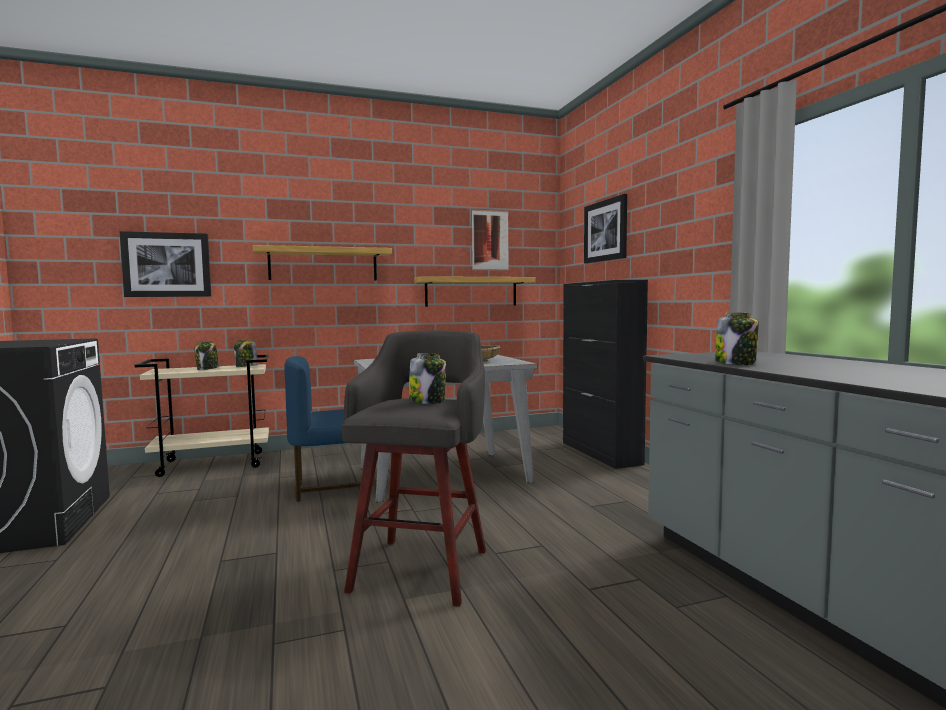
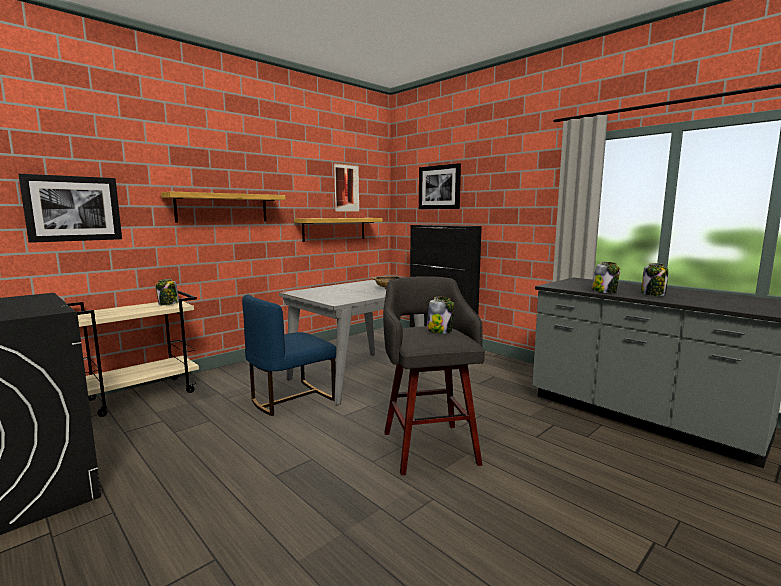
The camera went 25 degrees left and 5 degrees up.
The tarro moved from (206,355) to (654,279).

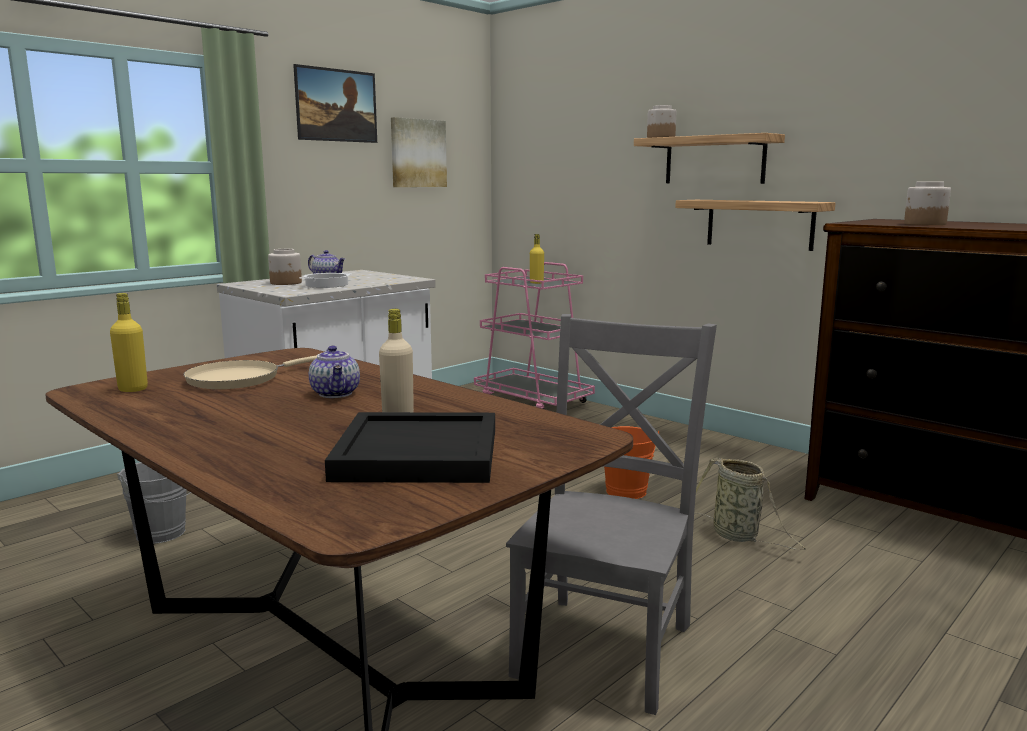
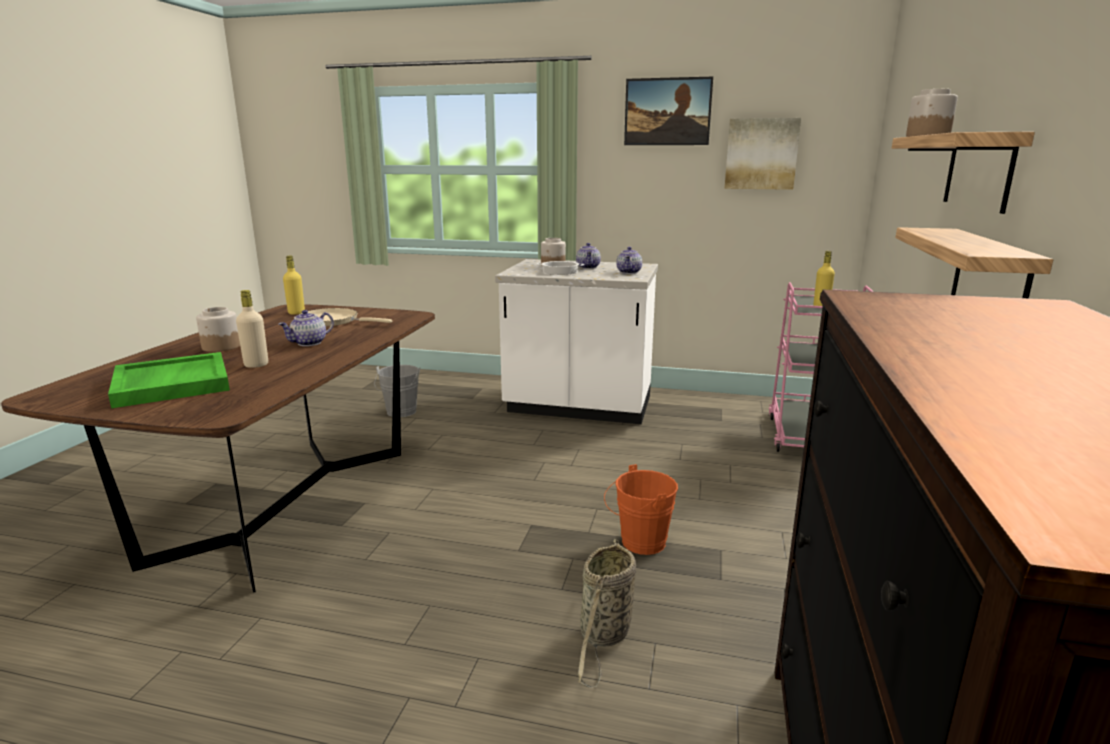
The camera went 60 degrees right and 5 degrees up.
The tarro moved from (927,203) to (218,329).
The silla [gris] at (611,514) disappeared.
The bandeja [negro] at (410,447) became the bandeja [verde] at (169,380).
The tetera at (629,260) appeared.

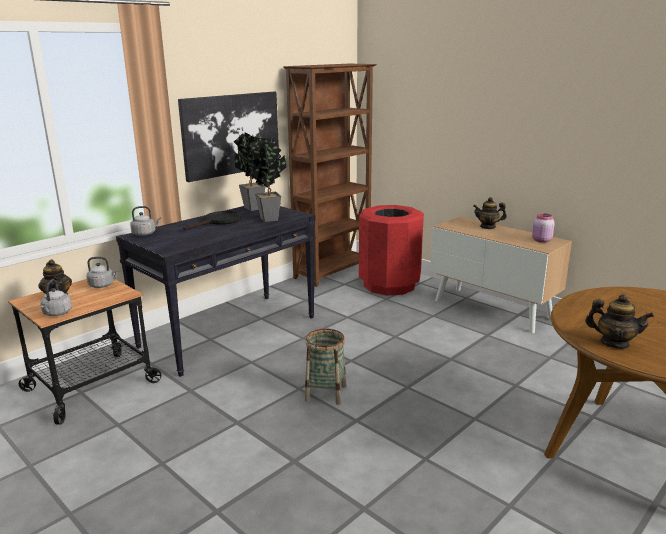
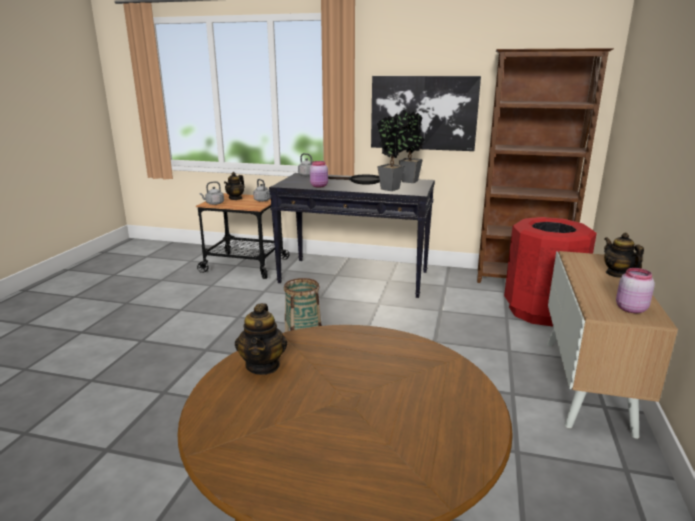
The camera went 60 degrees right and 0 degrees up.
The tarro [rosa] at (319,174) appeared.

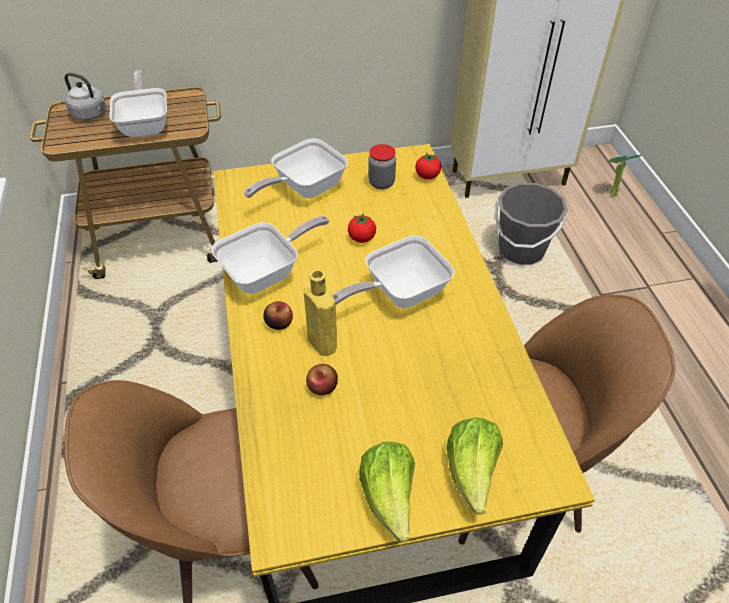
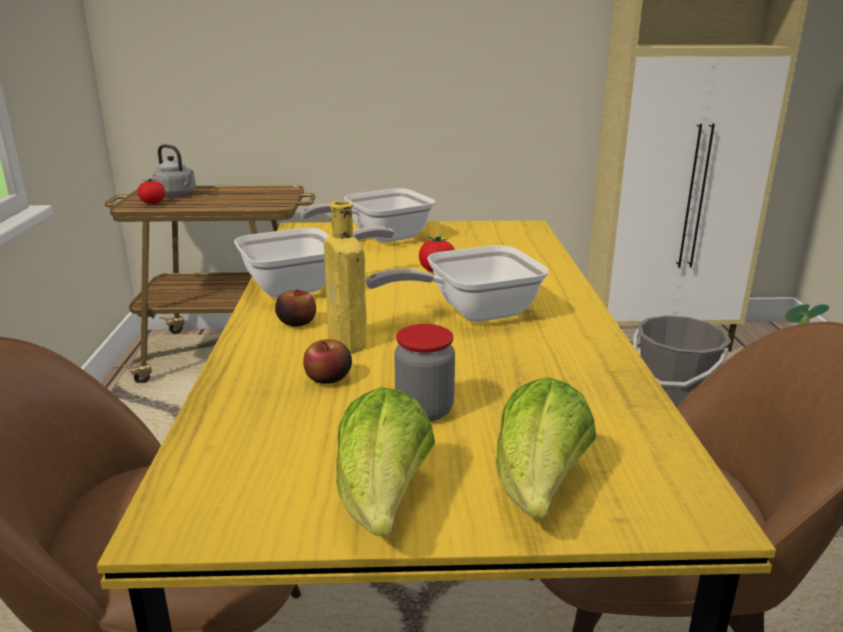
The camera went 10 degrees right and 25 degrees down.
The sartén at (138,103) disappeared.
The tarro moved from (382,167) to (424,373).
The tomate moved from (428,165) to (151,191).

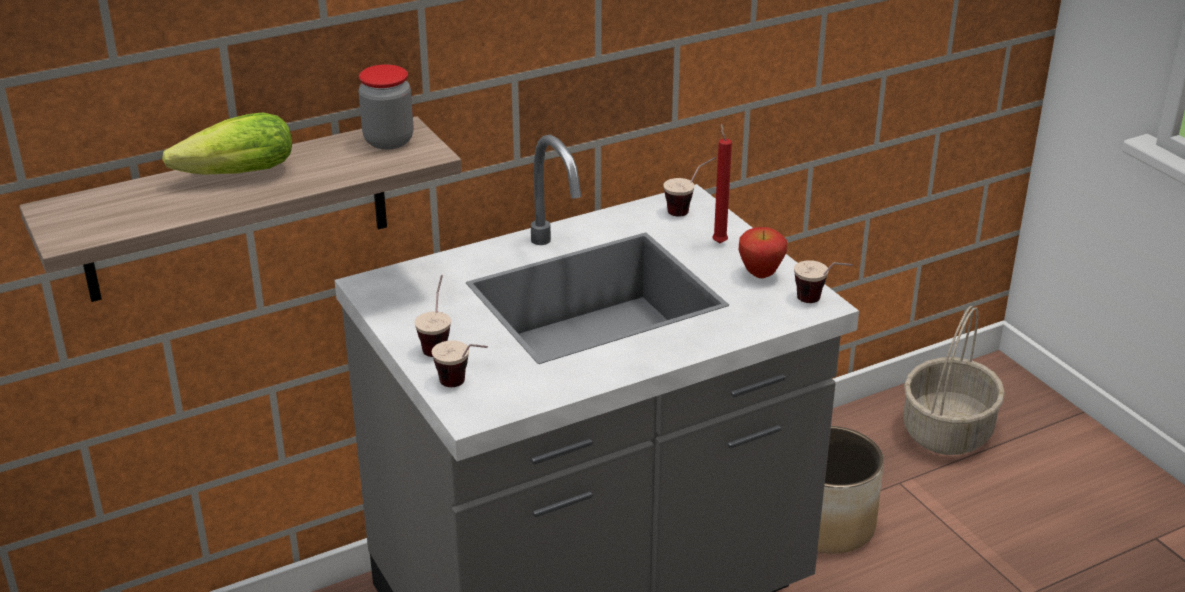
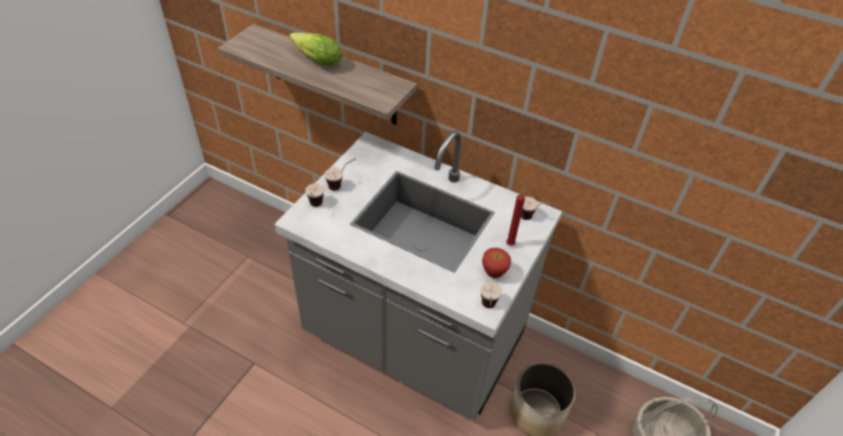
The camera went 55 degrees right and 15 degrees up.
The tarro at (386,107) disappeared.

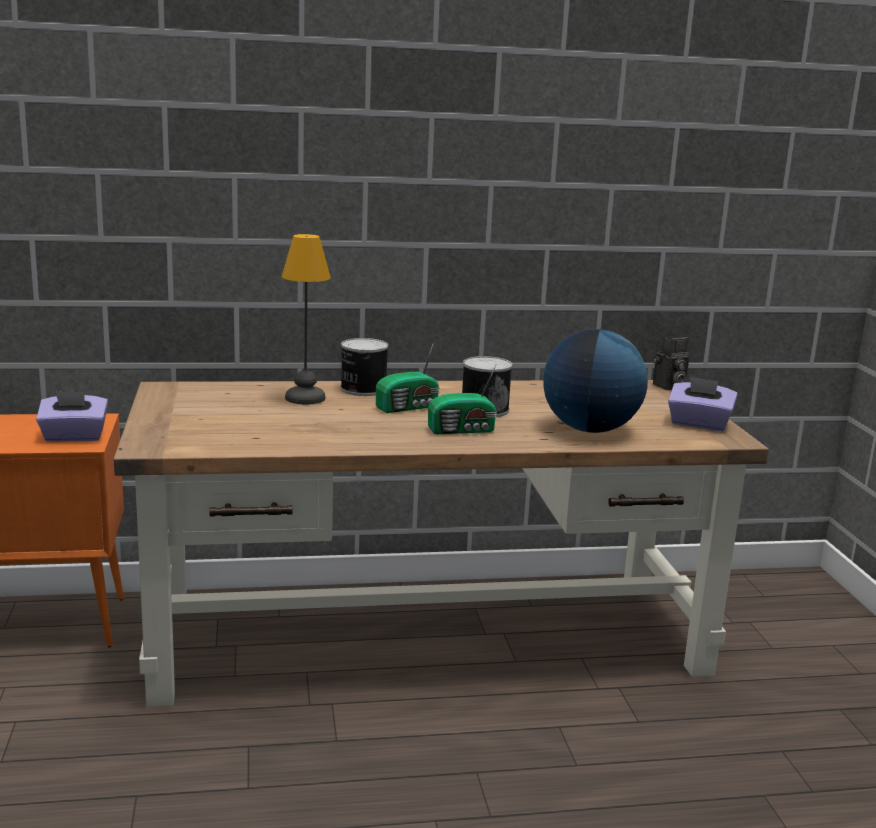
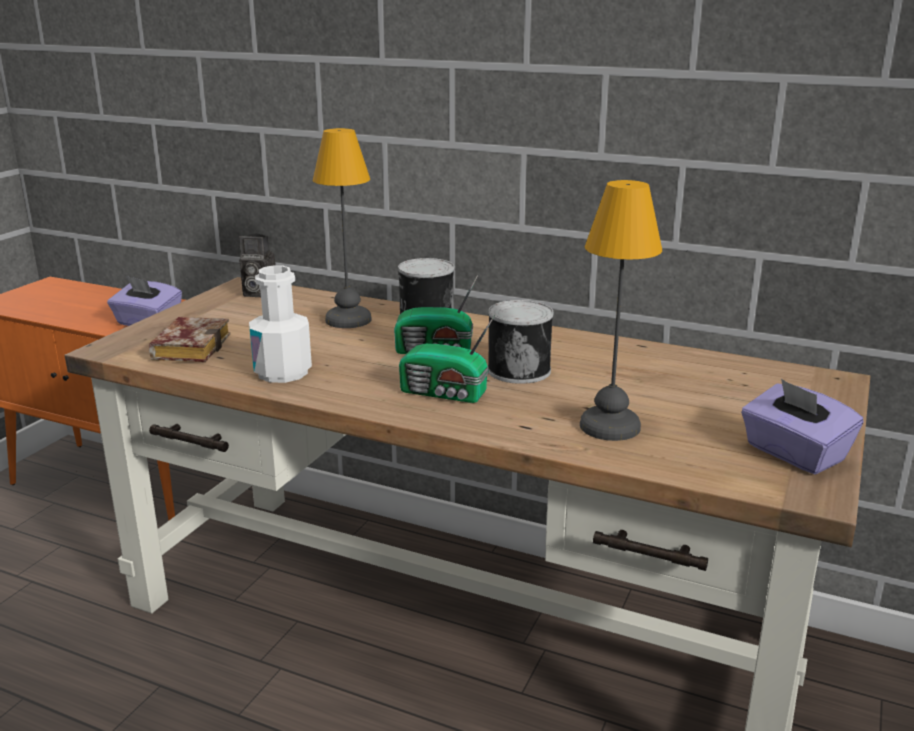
The camera went 35 degrees right and 5 degrees up.
The globo terráqueo at (596,381) was replaced by the lámpara de mesa at (621,310).
The cámara moved from (671,362) to (257,265).
The botella [blanco] at (280,324) appeared.
The libro at (189,339) appeared.

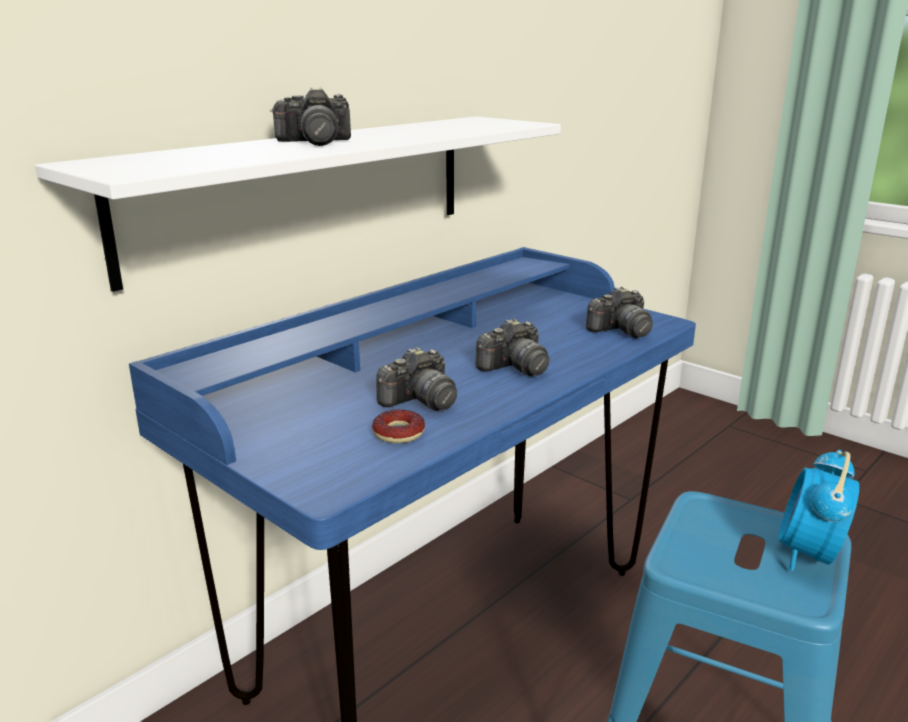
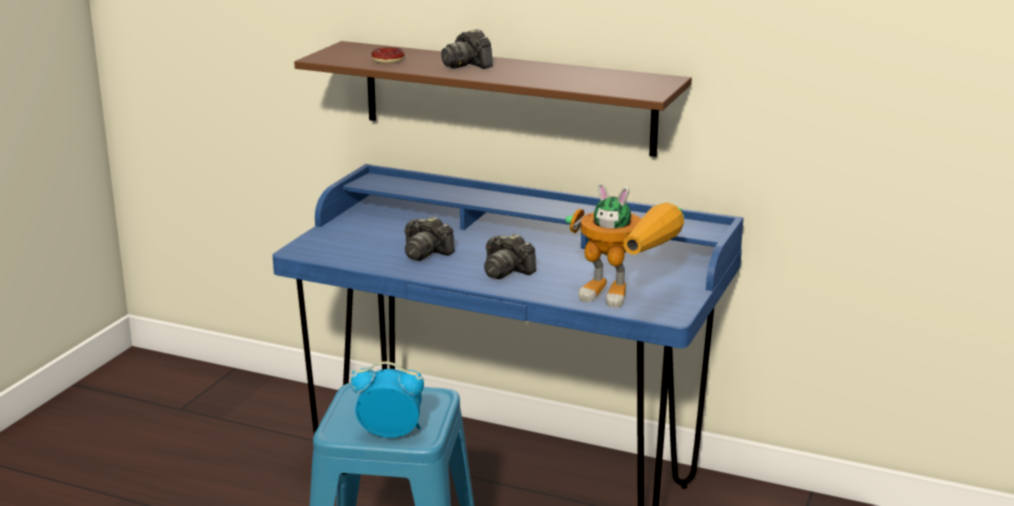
The camera went 70 degrees right and 0 degrees up.
The estante [blanco] at (298,204) became the estante [marrón] at (493,99).
The cámara at (619,312) was replaced by the robot de juguete at (624,245).
The rosquilla moved from (398,426) to (388,55).

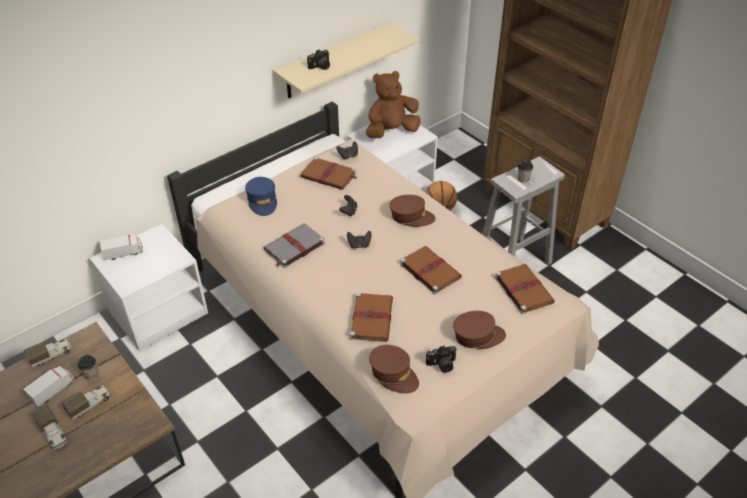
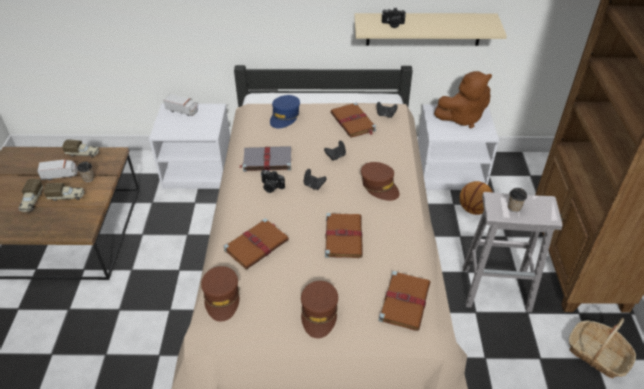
The camera went 40 degrees right and 0 degrees up.
The peluche [marrón] at (393,104) turned 150 degrees clockwise.
The gorra [marrón] at (479,330) turned 60 degrees clockwise.
The cámara moved from (441,359) to (272,181).
The cesta at (602,348) appeared.

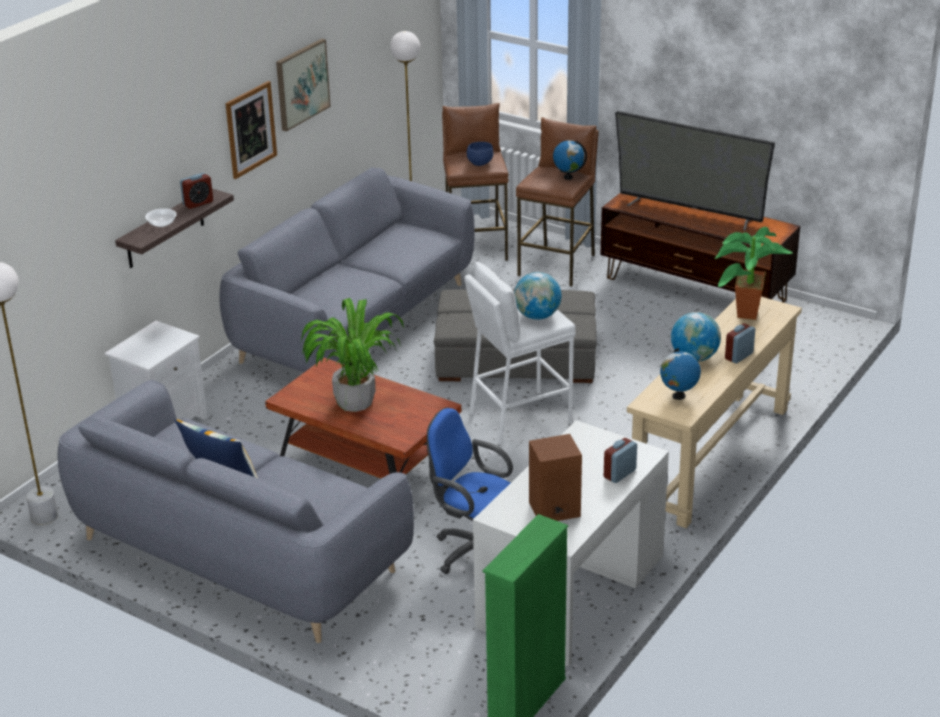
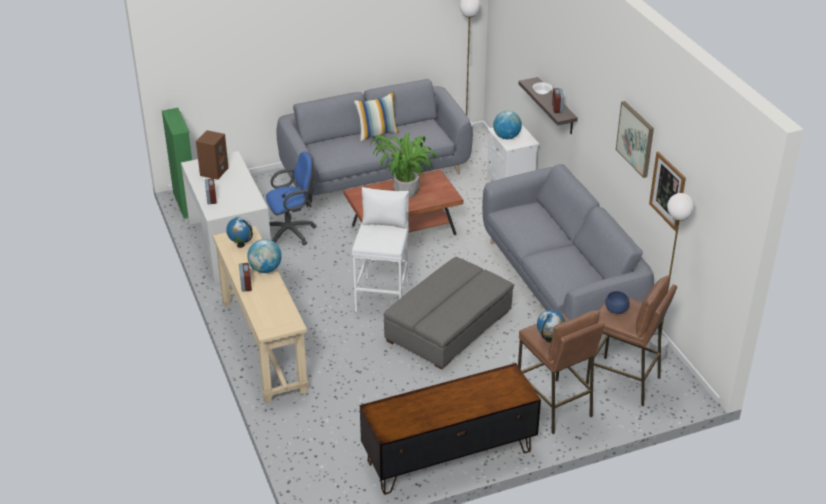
The camera went 125 degrees right and 5 degrees up.
The cuadro moved from (251,130) to (667,191).
The televisor at (695,171) disappeared.
The planta en maceta at (753,273) disappeared.
The globo terráqueo moved from (537,296) to (507,125).

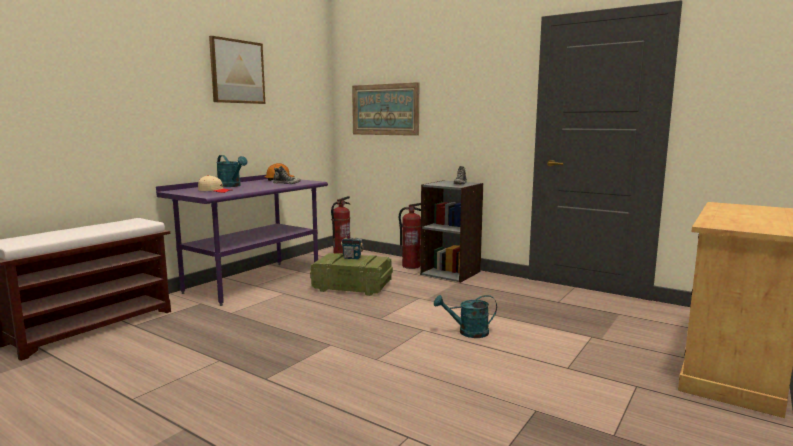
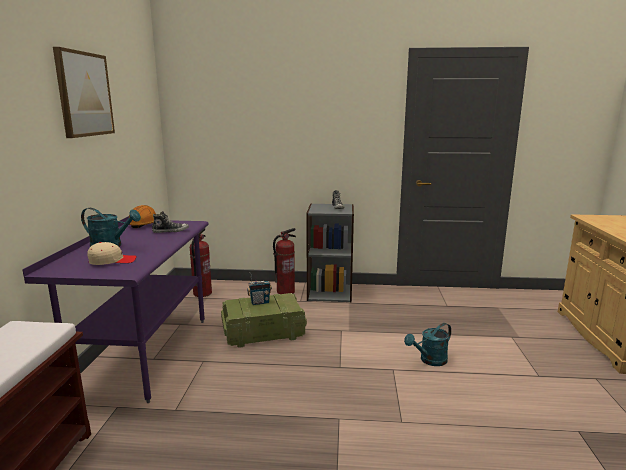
The camera went 30 degrees left and 5 degrees up.
The cuadro at (385,109) disappeared.

